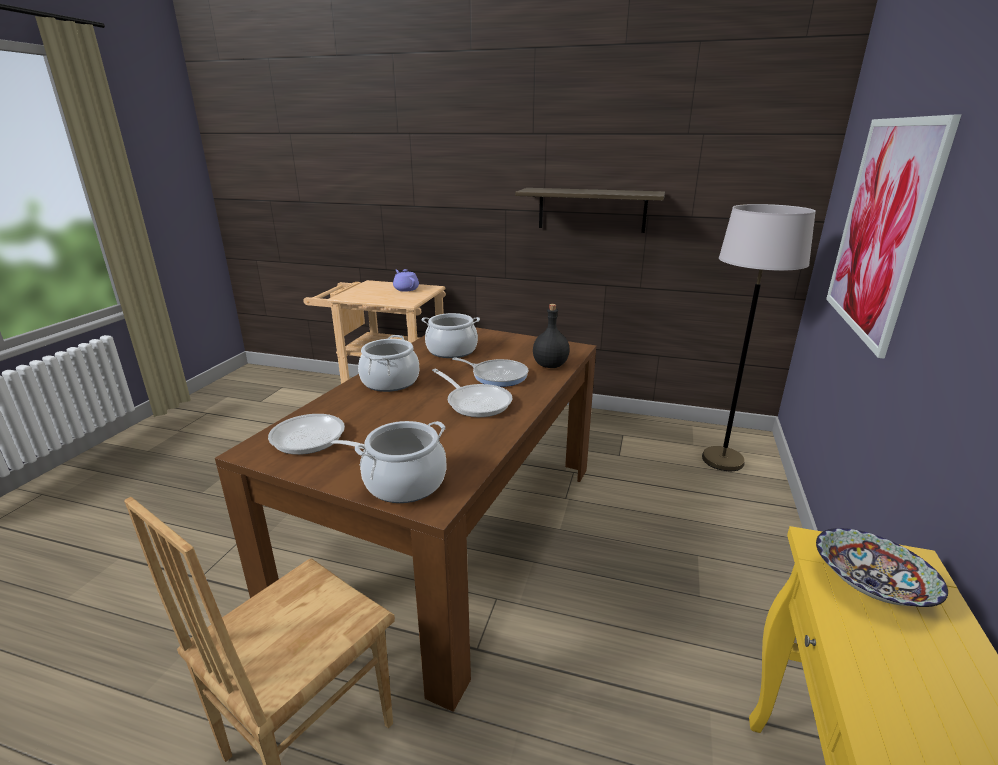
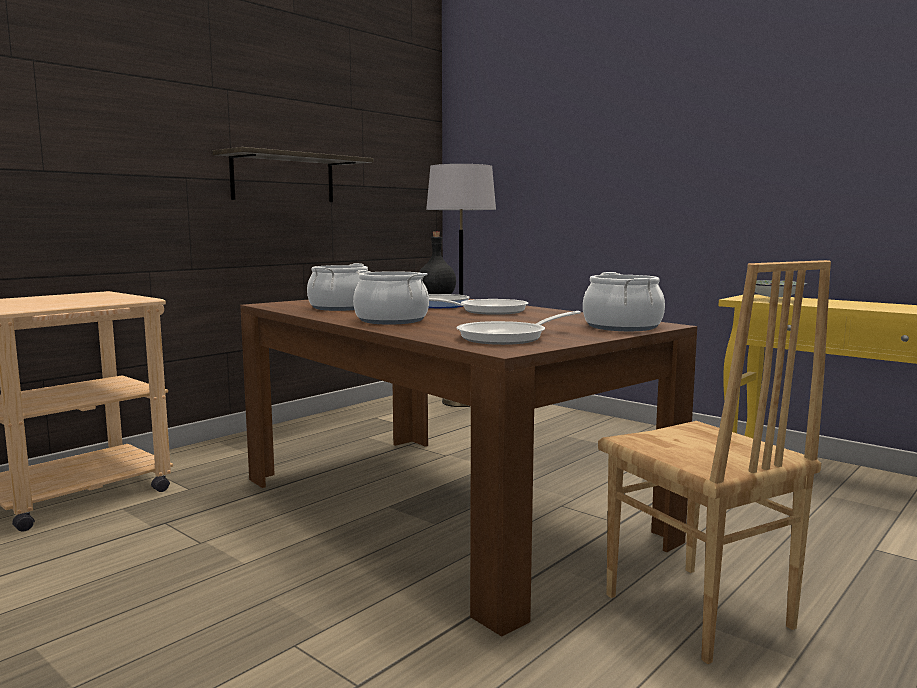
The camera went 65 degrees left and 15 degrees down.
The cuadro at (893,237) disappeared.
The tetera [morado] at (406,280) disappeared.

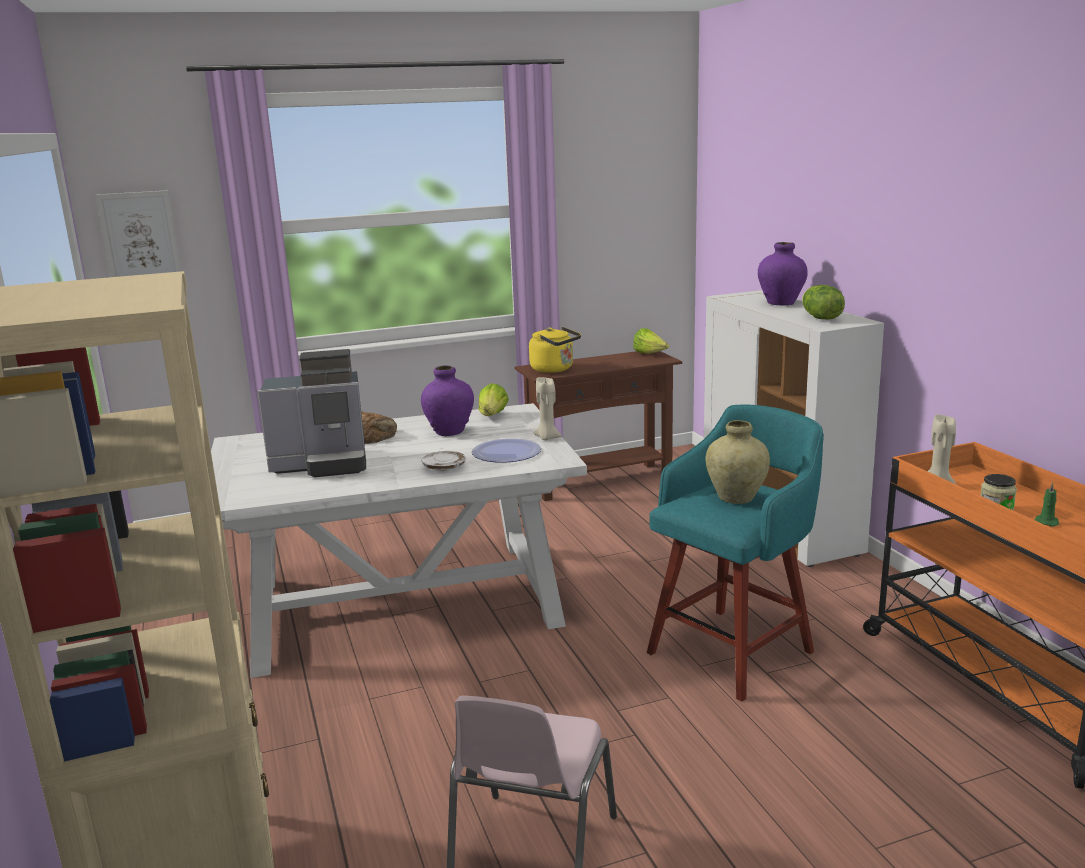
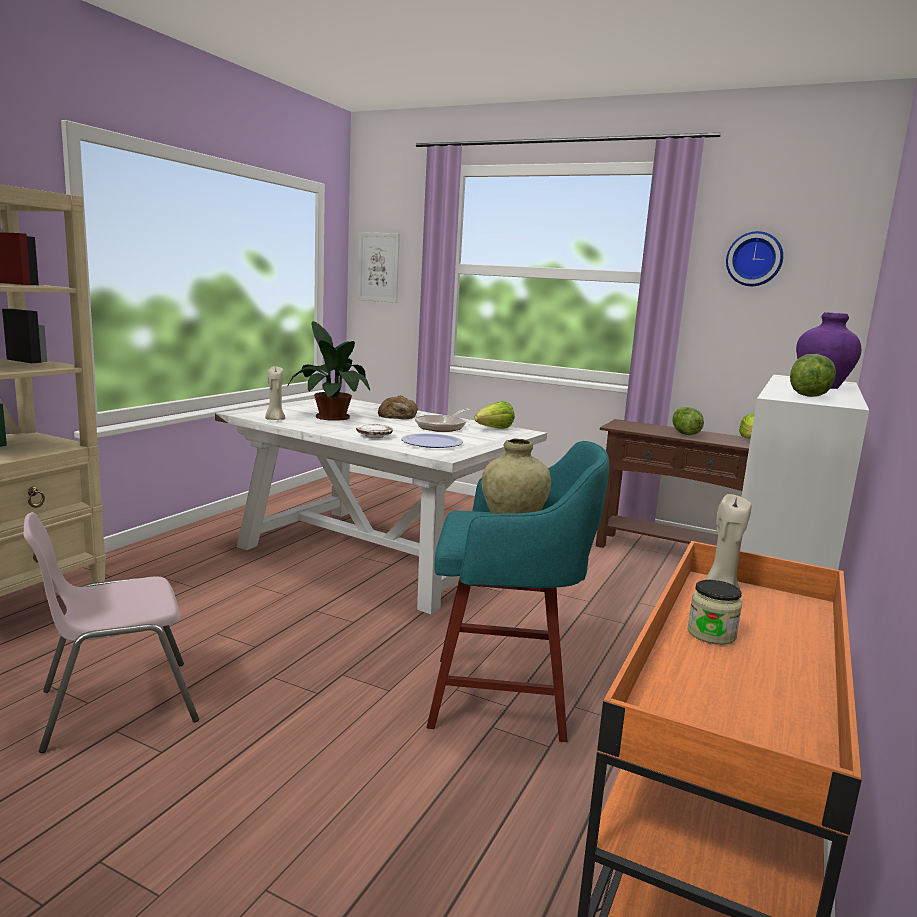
The camera went 45 degrees right and 5 degrees down.
The hervidor [amarillo] at (555,350) disappeared.
The cafetera at (311,413) was replaced by the planta en maceta at (328,371).
The florero [morado] at (447,400) was replaced by the sartén at (442,420).
The vela [beis] moved from (548,408) to (275,393).
The vela [verde] at (1047,504) disappeared.
The reloj de pared at (754,258) appeared.
The lechuga at (688,421) appeared.

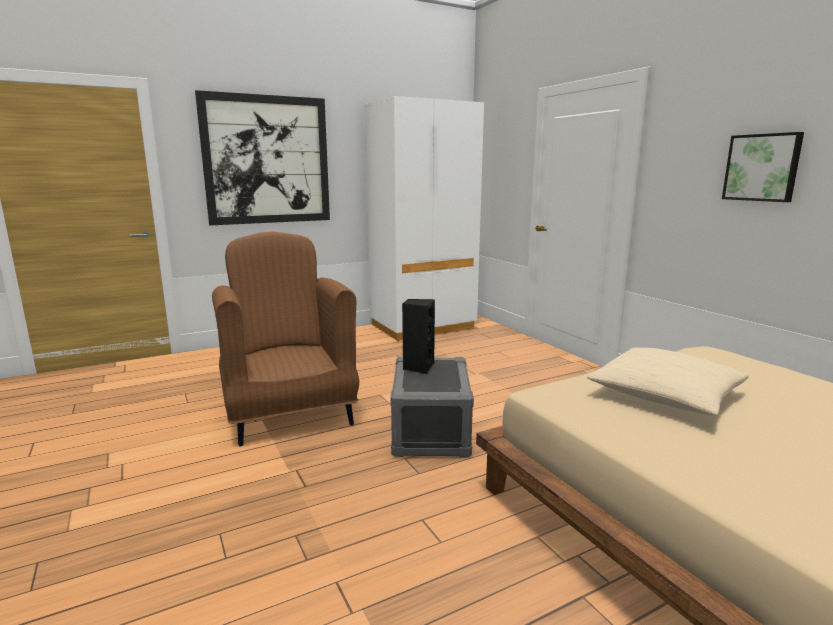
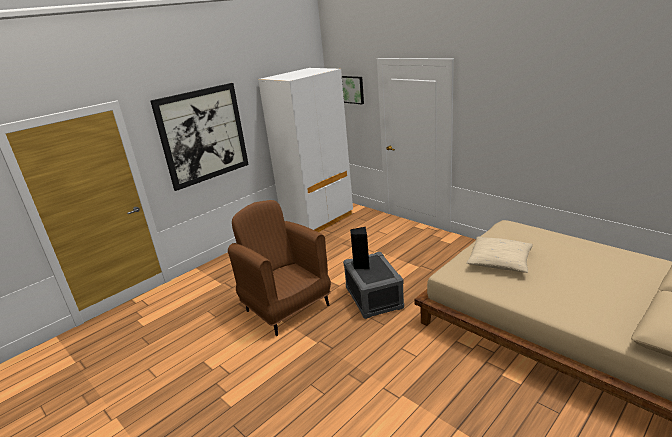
The camera went 15 degrees left and 10 degrees up.
The cuadro moved from (763,167) to (353,90).

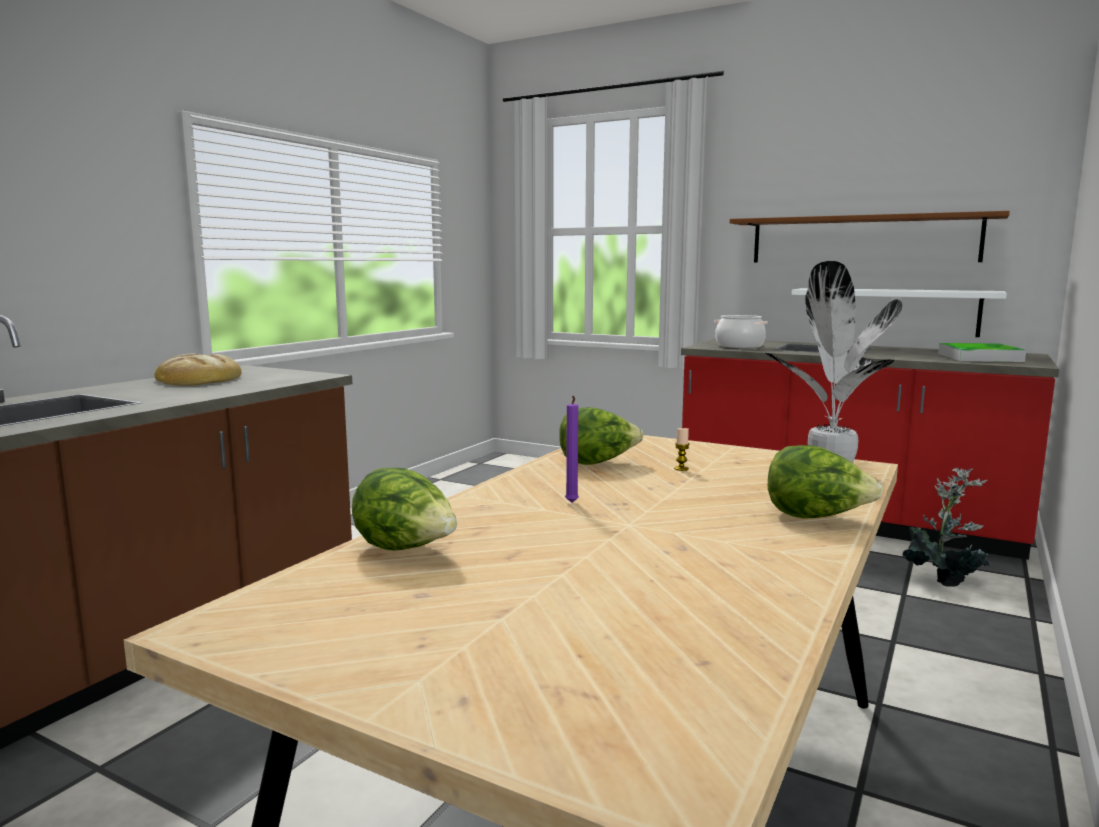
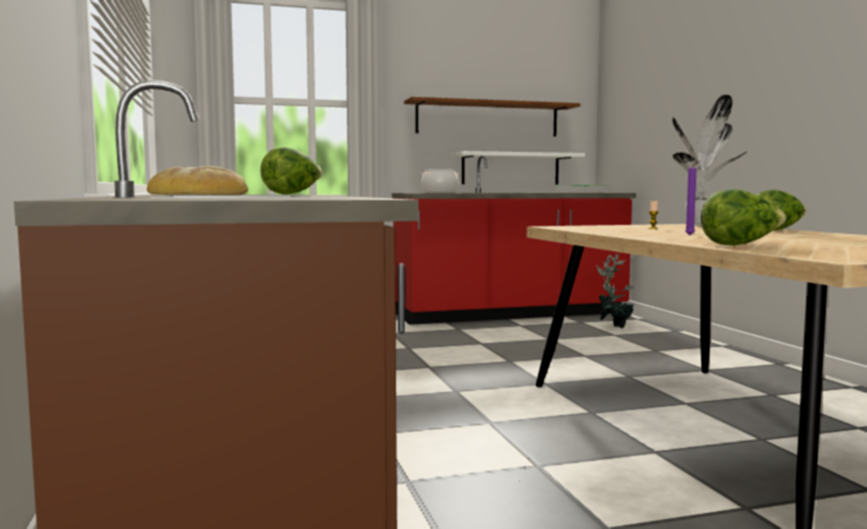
The camera went 45 degrees left and 5 degrees down.
The lechuga moved from (601,436) to (291,171).

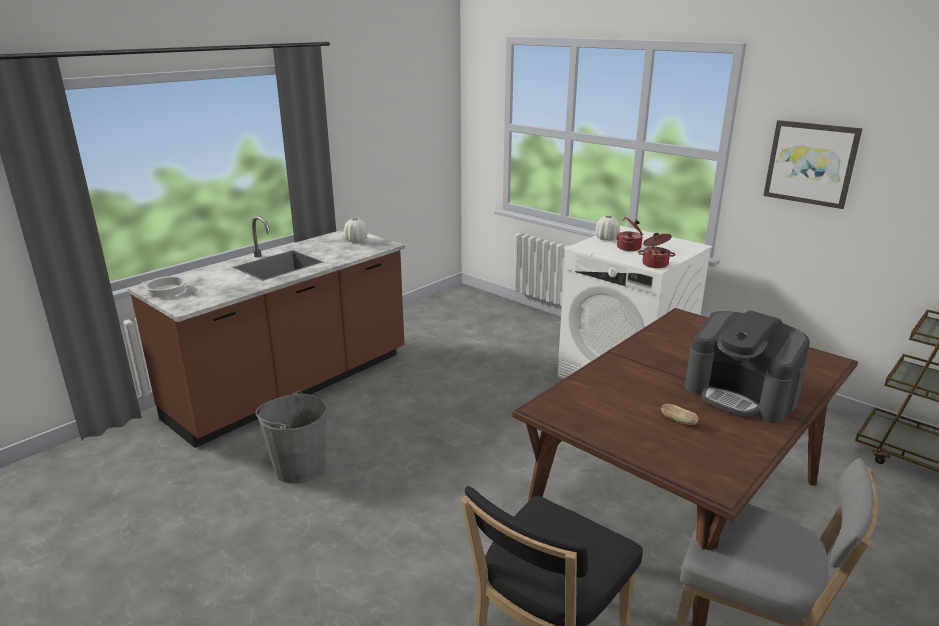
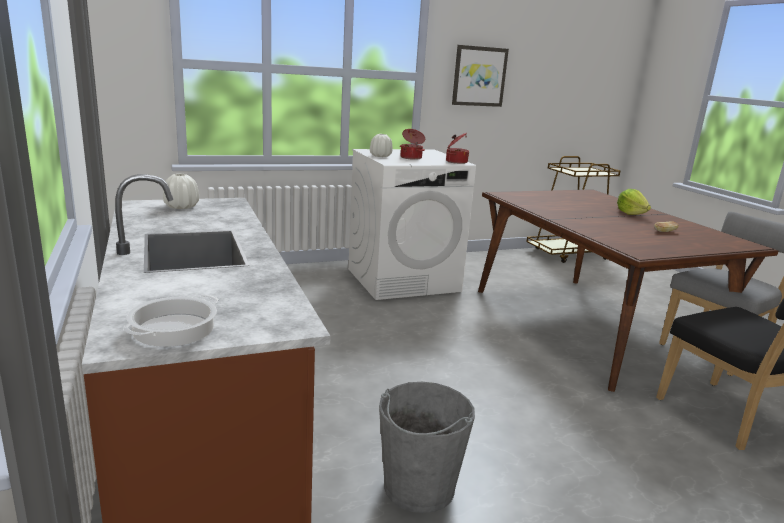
The camera went 65 degrees left and 5 degrees down.
The cafetera at (747,366) was replaced by the lechuga at (634,202).

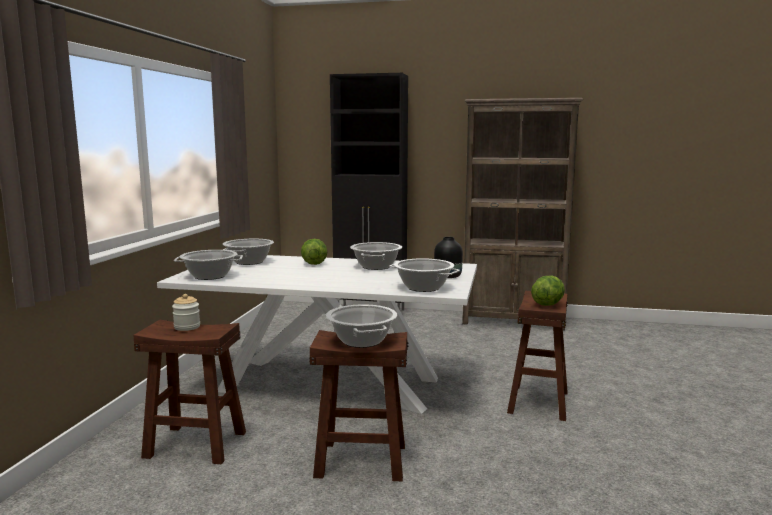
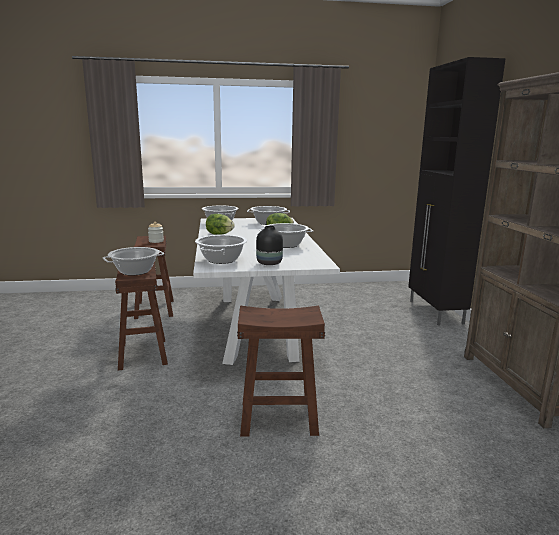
The camera went 70 degrees right and 5 degrees up.
The lechuga moved from (548,290) to (220,224).

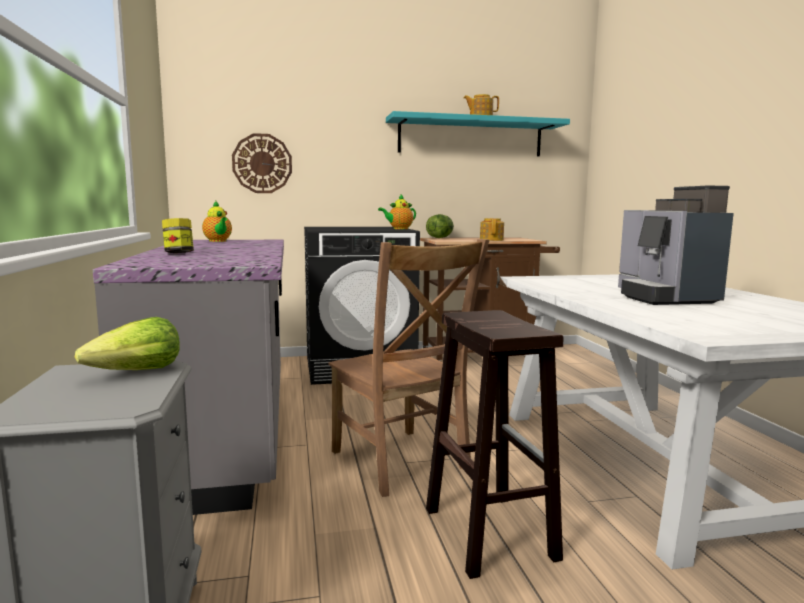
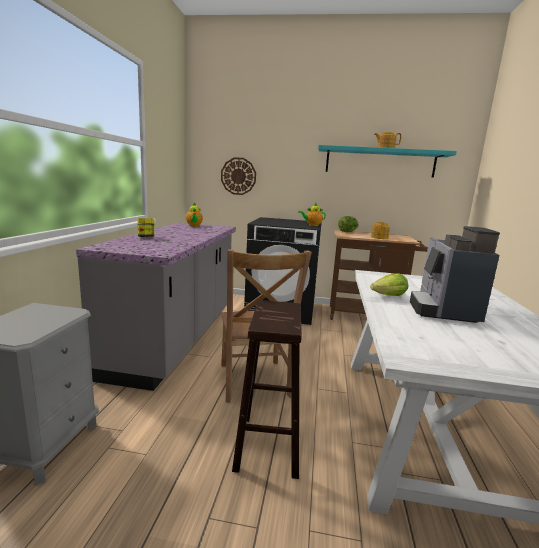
The camera went 20 degrees right and 5 degrees up.
The lechuga moved from (127,343) to (389,284).

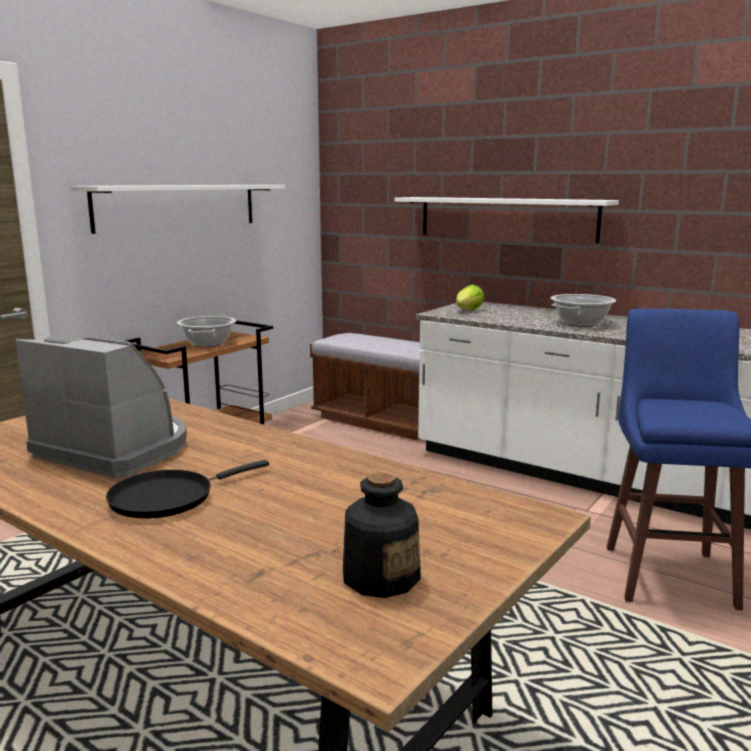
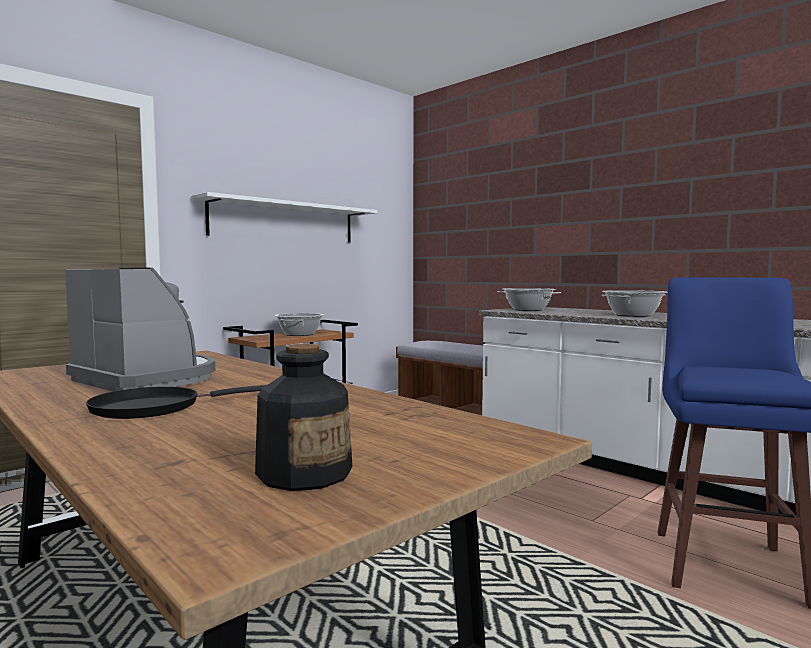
The camera went 10 degrees right and 10 degrees down.
The estante [blanco] at (506,220) disappeared.
The lechuga at (470,297) was replaced by the olla at (529,299).

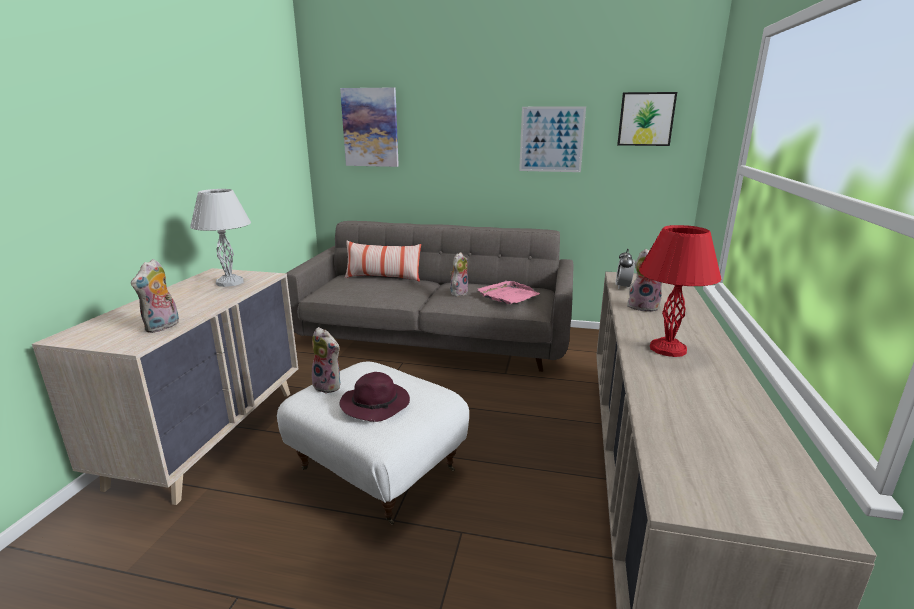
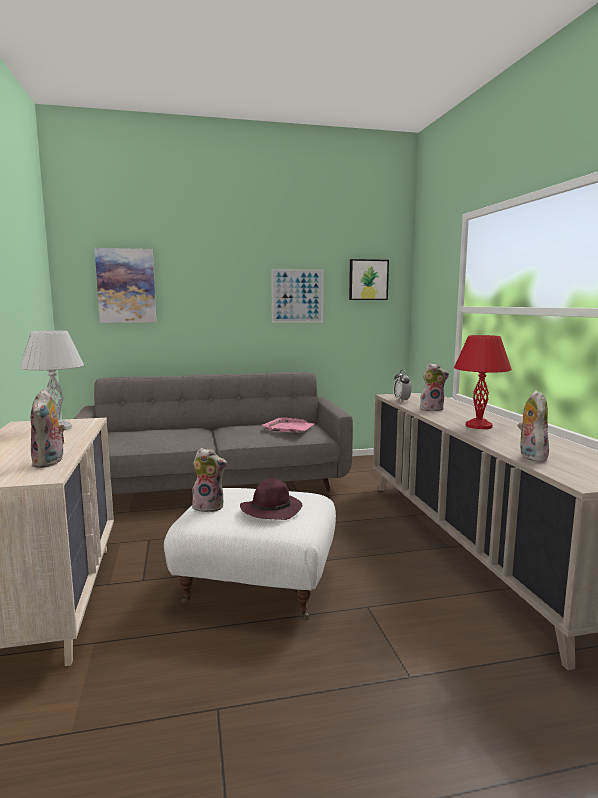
The camera went 25 degrees left and 10 degrees down.
The cojín at (383,261) disappeared.
The peluche moved from (459,274) to (534,426).

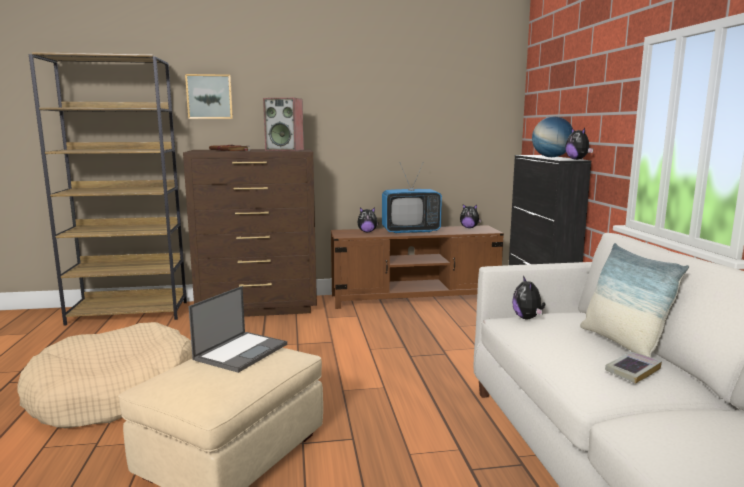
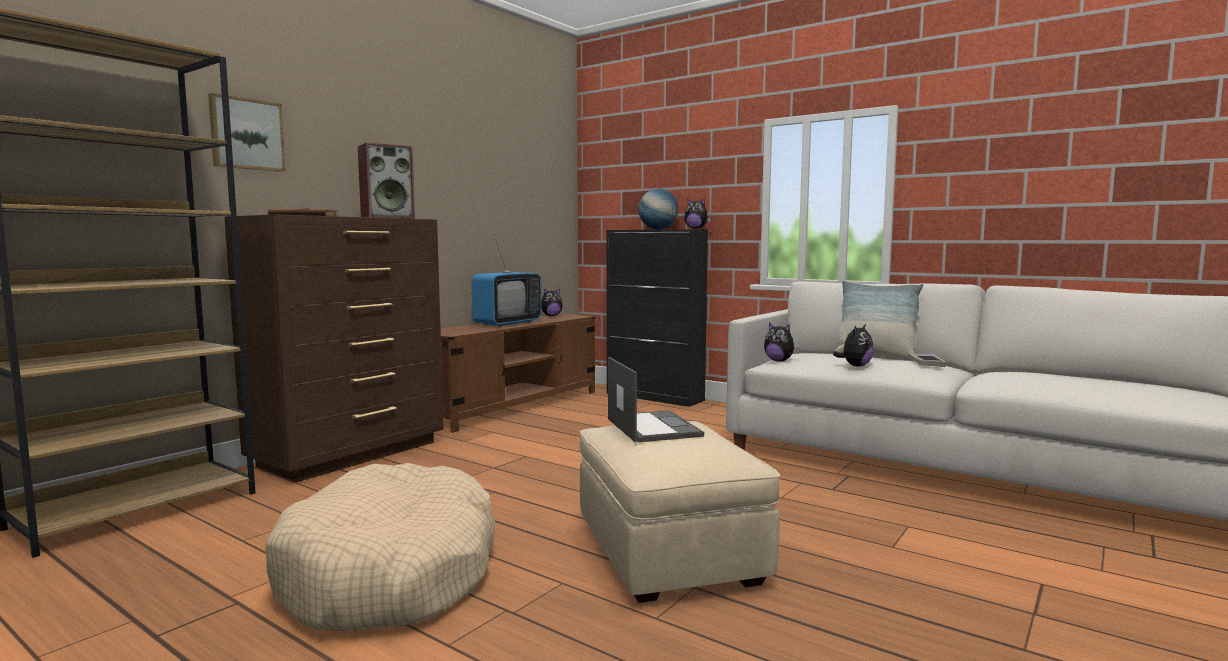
The camera went 45 degrees left and 5 degrees down.
The peluche moved from (368,220) to (853,345).

